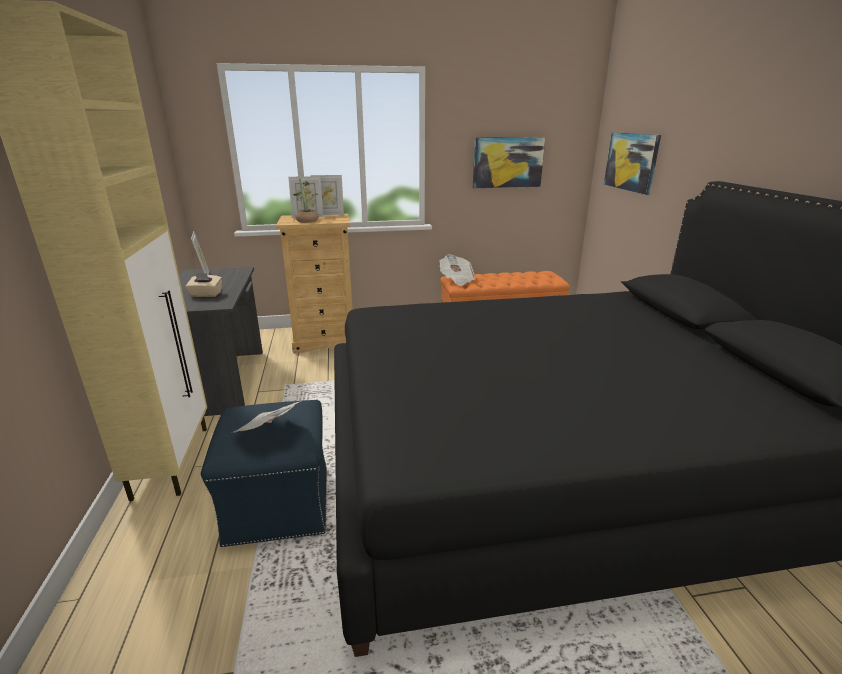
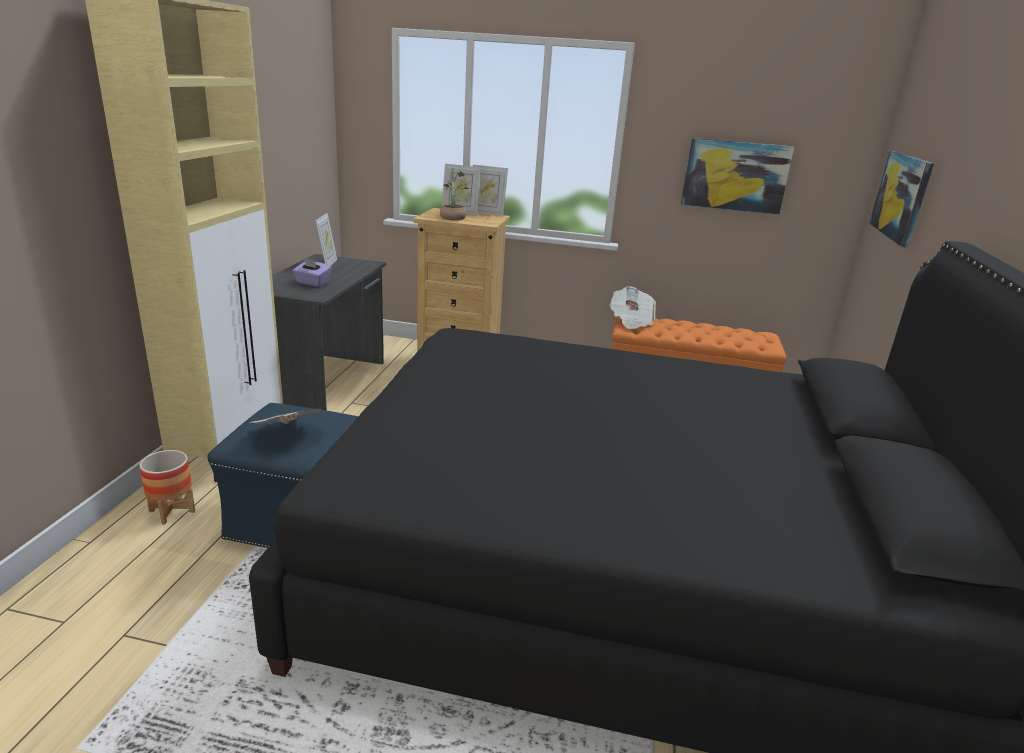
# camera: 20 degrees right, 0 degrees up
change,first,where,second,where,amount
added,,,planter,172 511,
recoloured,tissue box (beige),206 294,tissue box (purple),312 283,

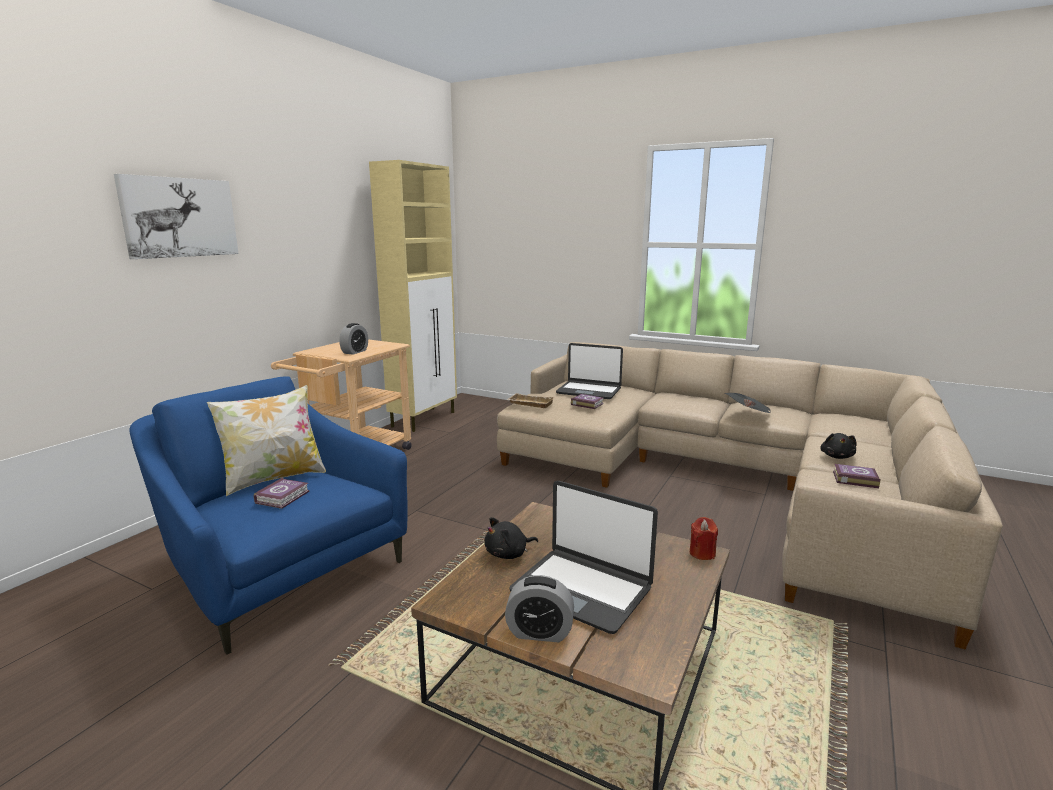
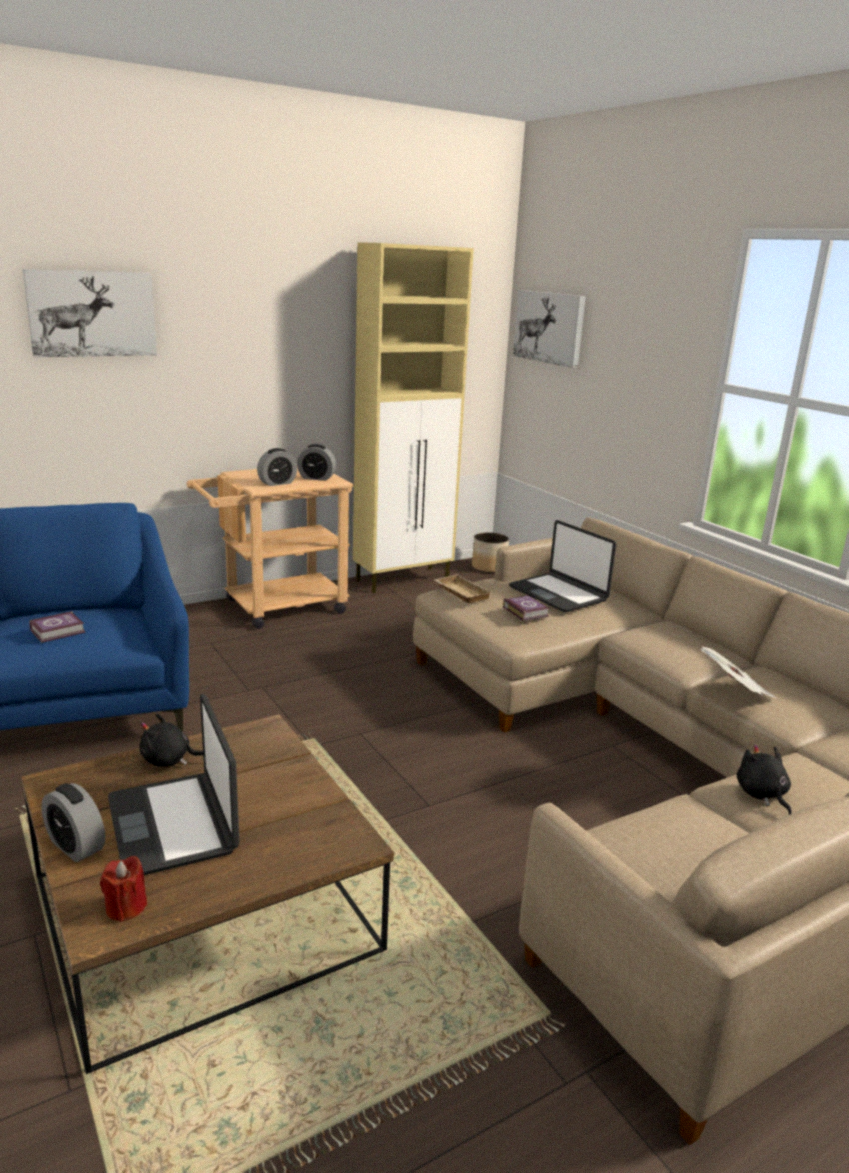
# camera: 30 degrees right, 5 degrees up
change,first,where,second,where,amount
moved,candle (red),702 553,,126 907,
added,,,alarm clock,316 478,
added,,,planter,489 567,
added,,,picture,549 327,
turned,plush toy (black),837 456,,762 795,120 degrees clockwise
removed,pillow,274 478,,,
removed,book,853 479,,,

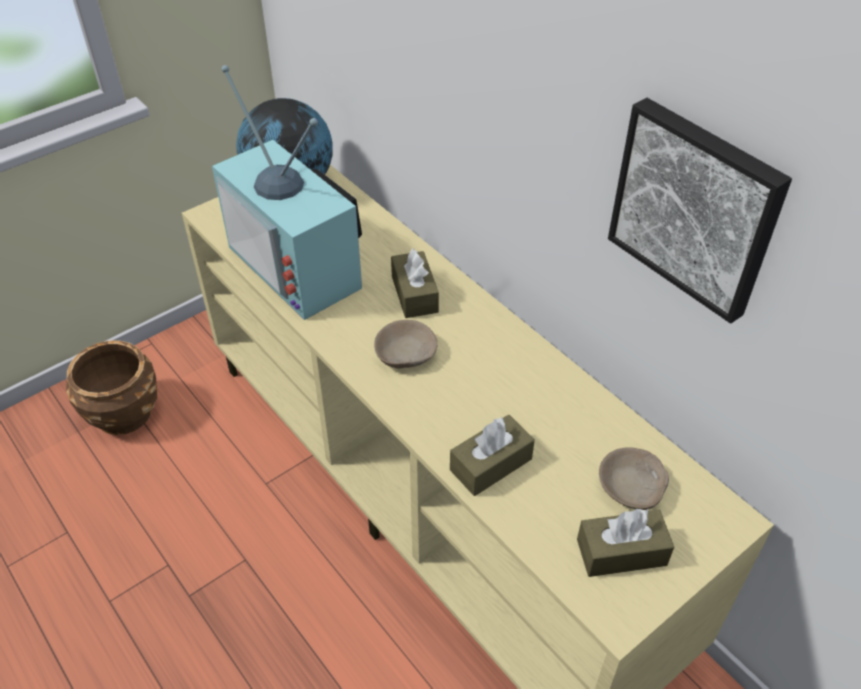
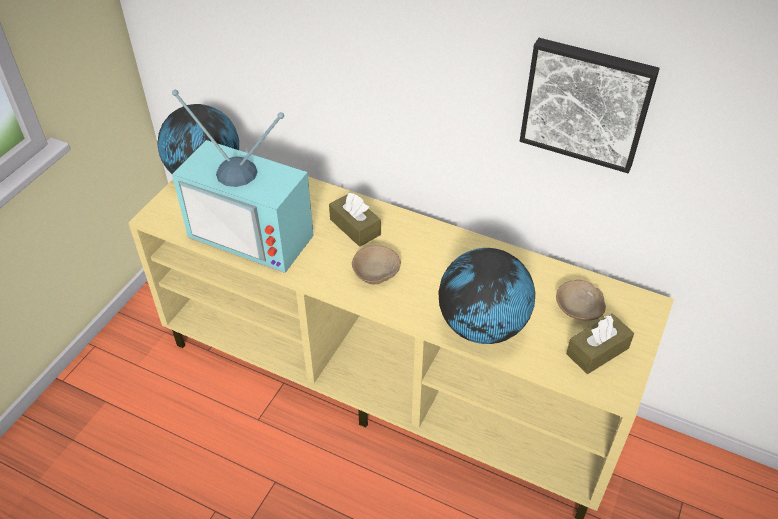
# camera: 25 degrees left, 0 degrees up
change,first,where,second,where,amount
replaced,tissue box (brown),491 464,globe,482 326,
removed,planter (brown),124 413,,,

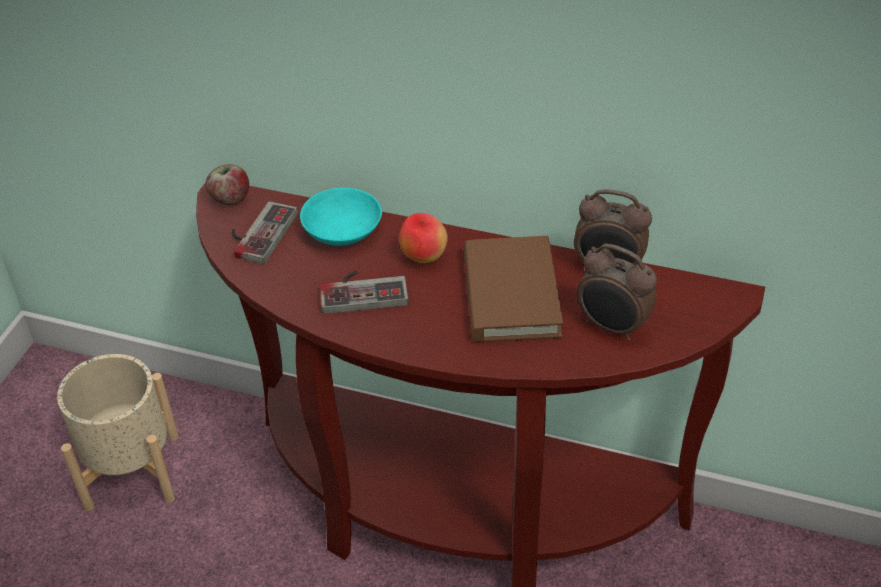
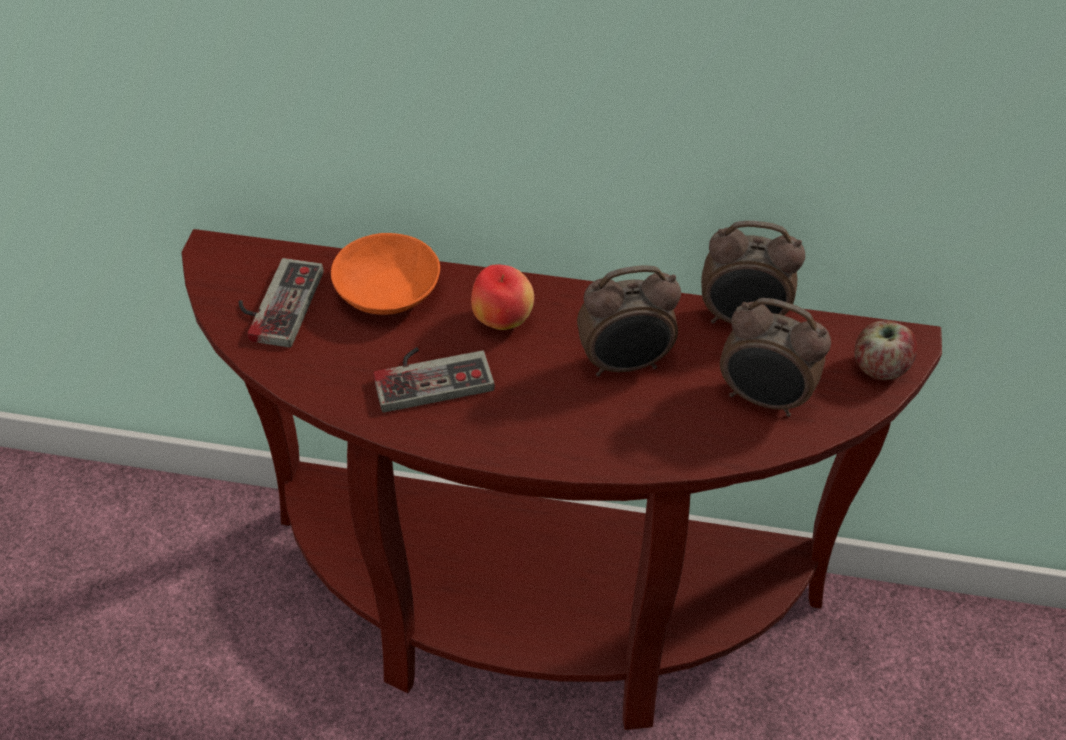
# camera: 10 degrees left, 5 degrees up
change,first,where,second,where,amount
recoloured,bowl (turquoise),343 231,bowl (orange),388 293,
replaced,book (brown),511 295,alarm clock,625 364,
moved,apple,230 198,,879 368,
removed,planter (beige),131 471,,,

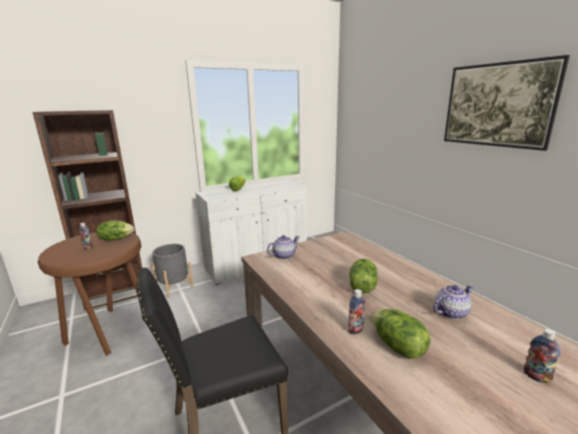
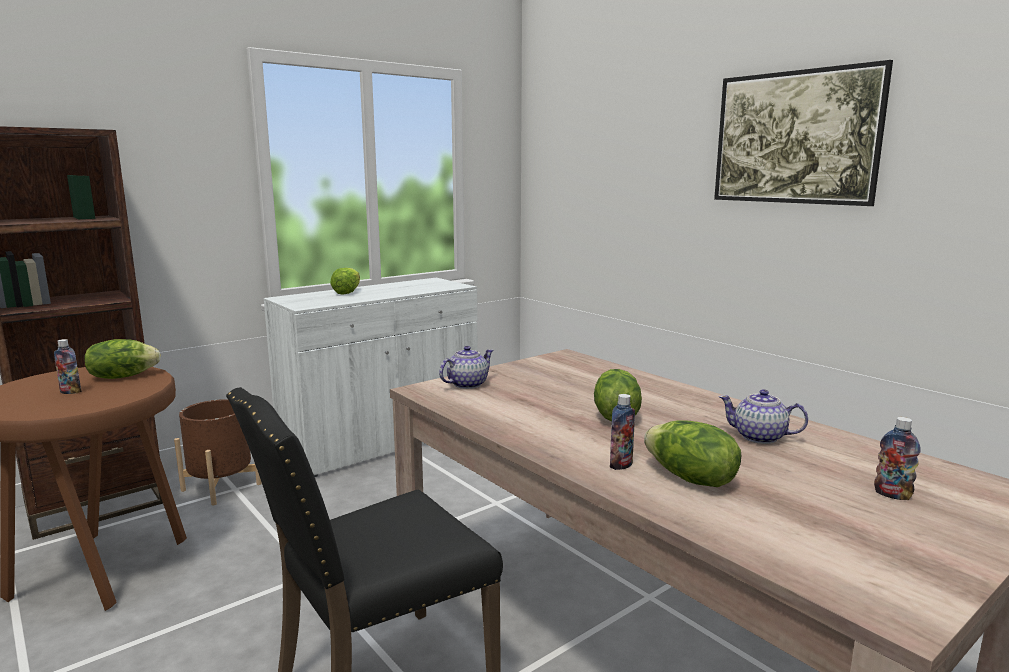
# camera: 10 degrees left, 5 degrees down
change,first,where,second,where,amount
recoloured,planter (grey),174 287,planter (brown),221 487,
turned,teapot,450 312,,760 437,120 degrees counterclockwise

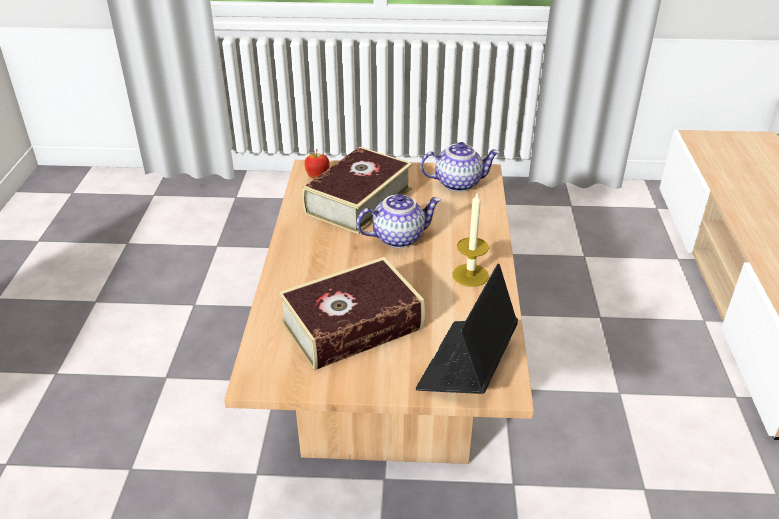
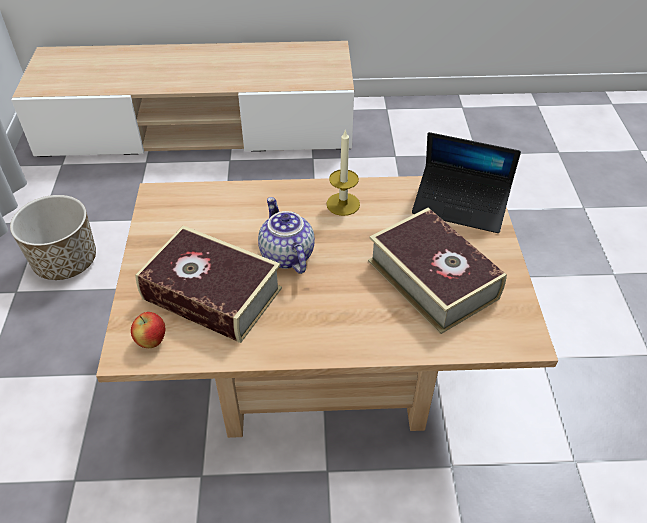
# camera: 95 degrees left, 10 degrees up
change,first,where,second,where,amount
added,,,planter,66 261,
removed,teapot,458 183,,,

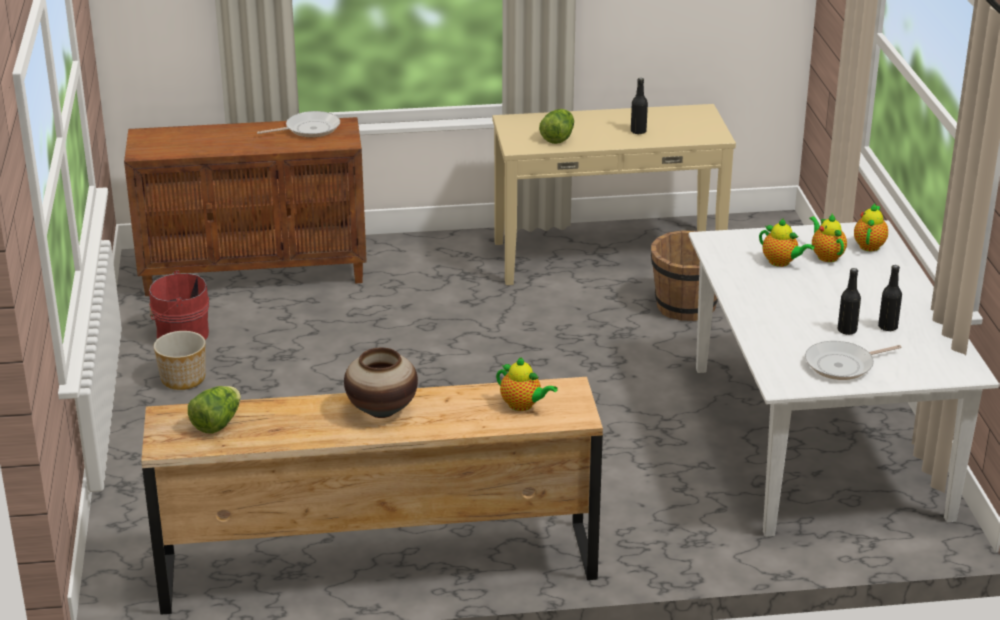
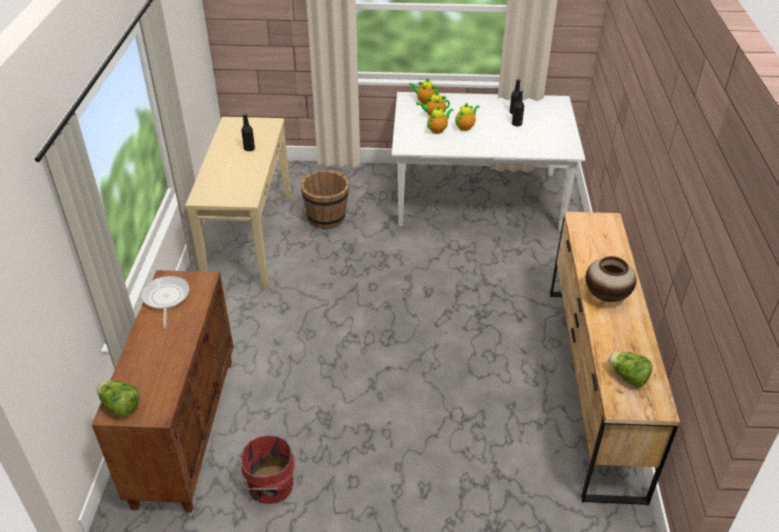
# camera: 80 degrees left, 10 degrees up
change,first,where,second,where,amount
moved,lettuce,558 138,,120 407,
moved,teapot,523 405,,465 127,
removed,planter,183 379,,,
removed,frying pan,843 365,,,

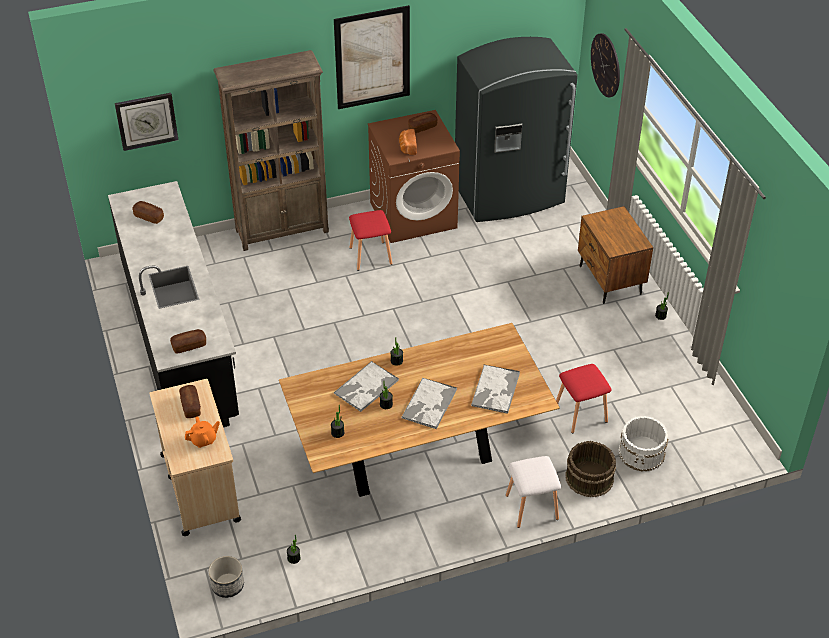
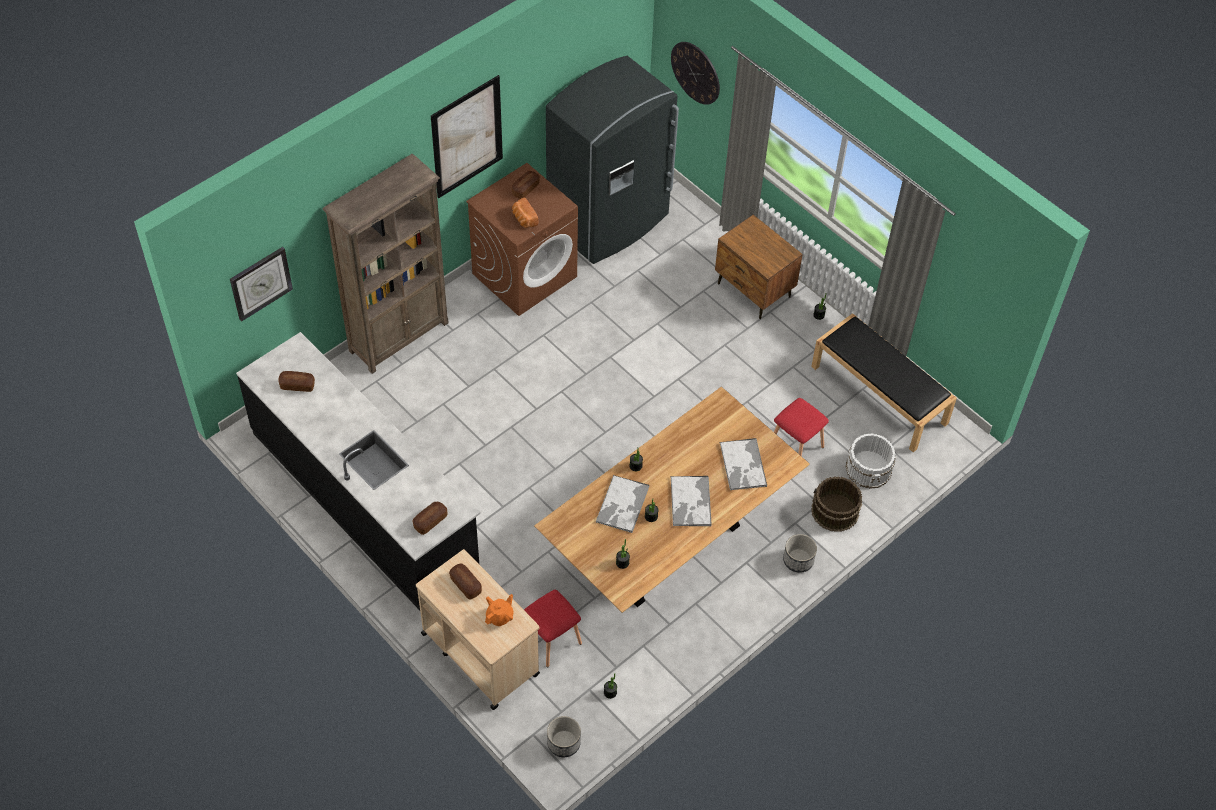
# camera: 25 degrees left, 10 degrees up
change,first,where,second,where,amount
moved,stool (red),370 255,,550 639,
replaced,stool (white),531 507,planter,798 560,
added,,,bench (black),880 395,

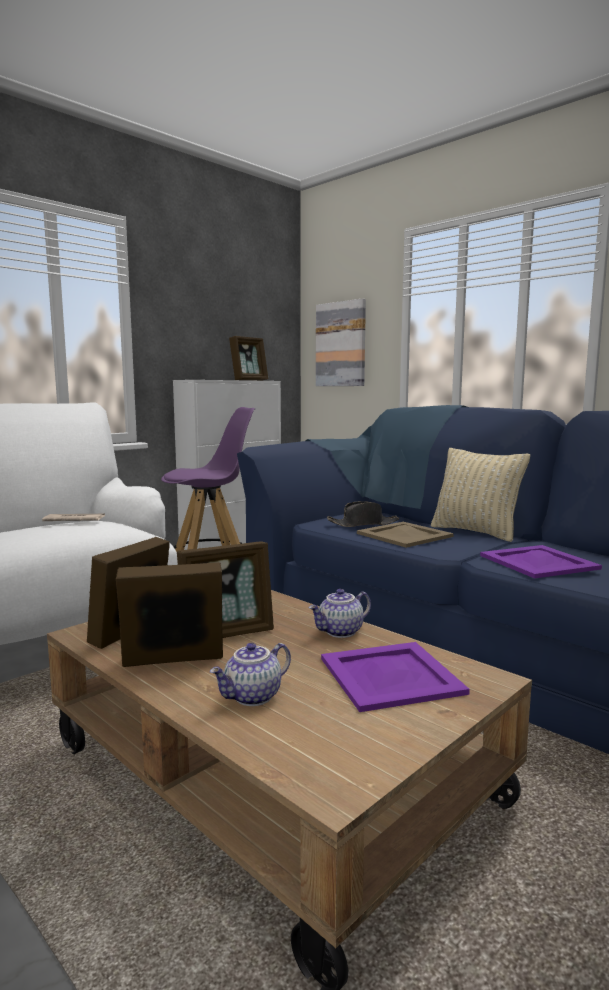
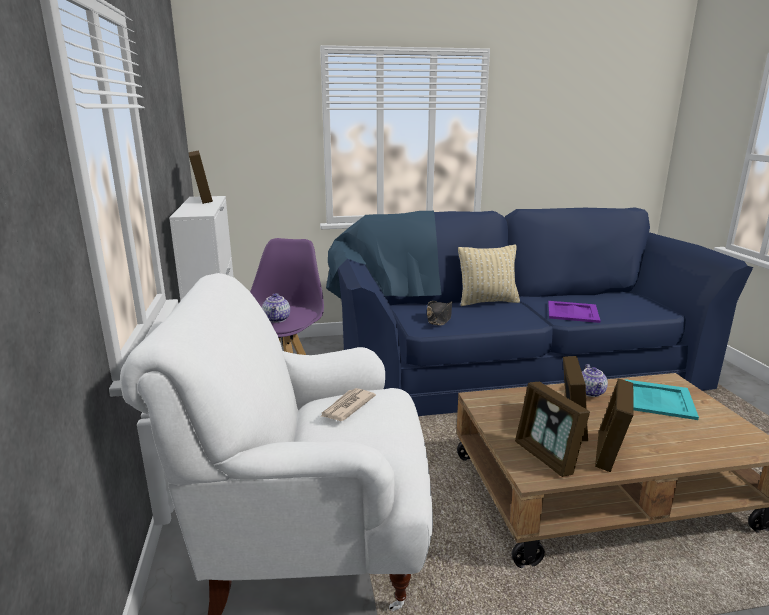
# camera: 55 degrees left, 10 degrees up
change,first,where,second,where,amount
moved,teapot,253 697,,277 319,
recoloured,tray (purple),390 676,tray (turquoise),659 400,
removed,picture,341 344,,,
removed,tray (beige),405 535,,,

